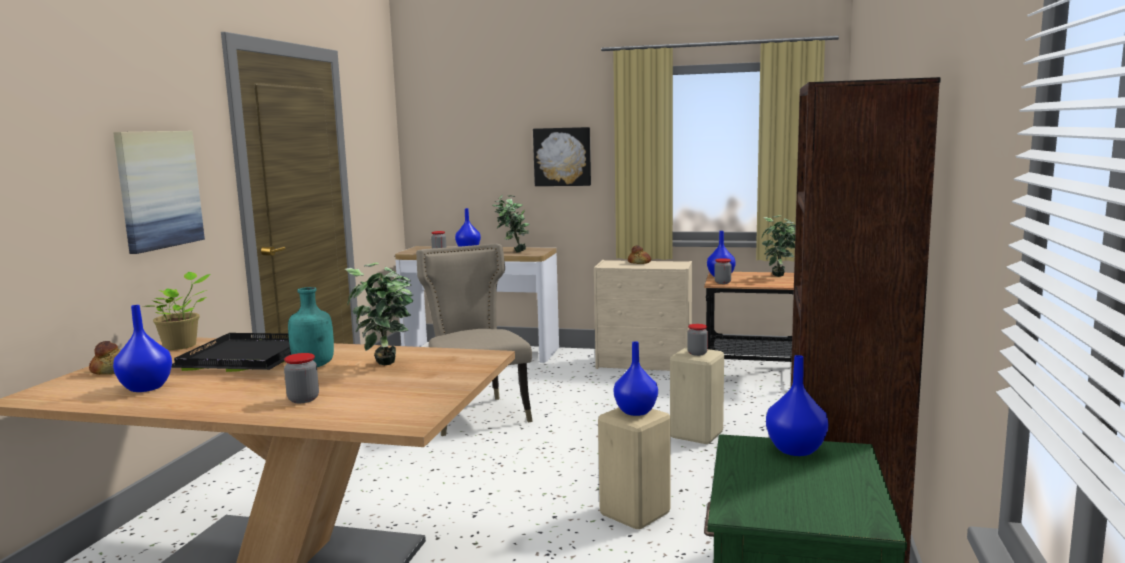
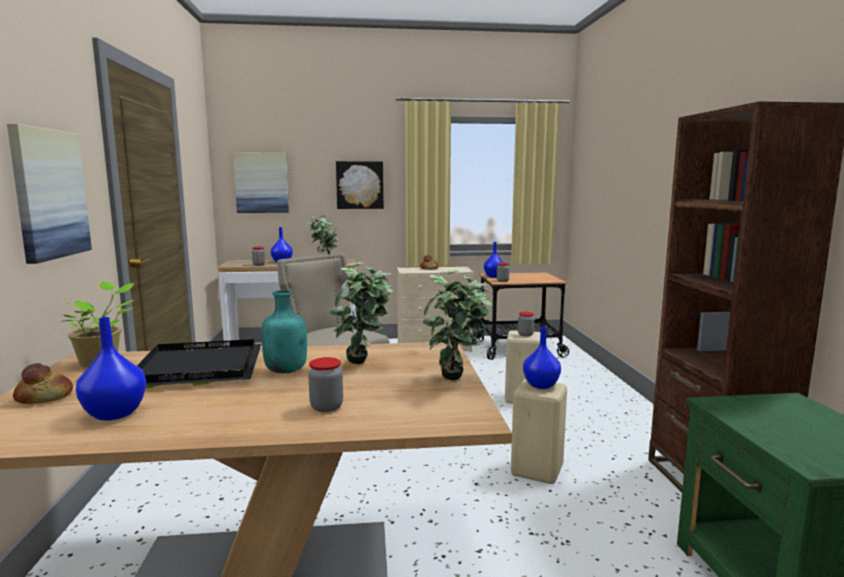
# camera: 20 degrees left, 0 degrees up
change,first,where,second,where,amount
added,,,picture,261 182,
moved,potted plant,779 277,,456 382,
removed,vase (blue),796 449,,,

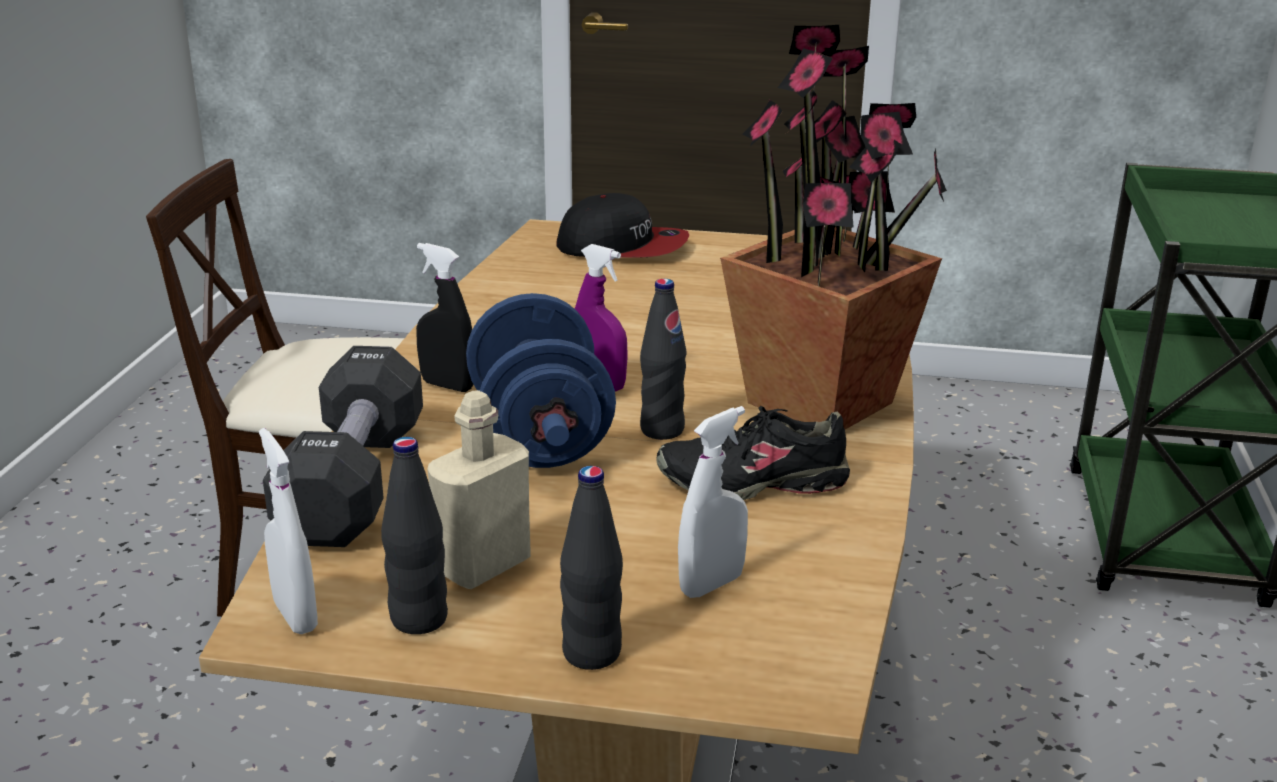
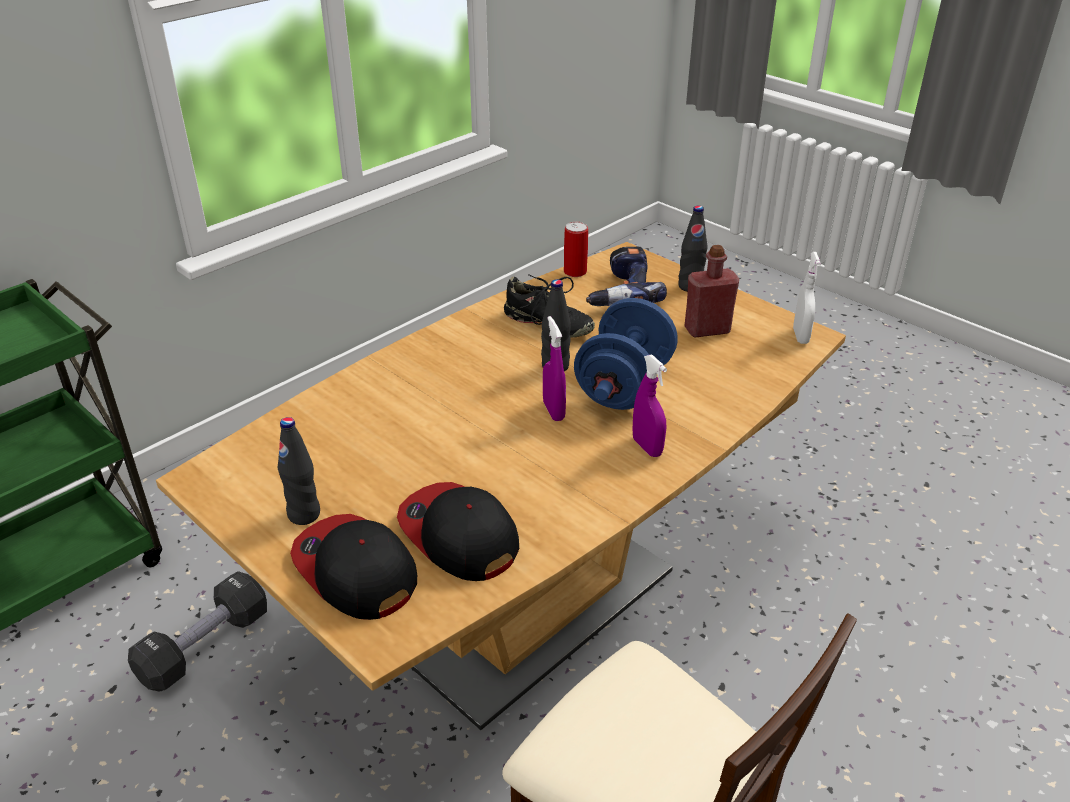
# camera: 145 degrees left, 10 degrees up
change,first,where,second,where,amount
moved,dumbbell (black),353 483,,205 646,
moved,bottle (black),419 619,,304 514,
added,,,cap,458 535,
added,,,can,575 272,
replaced,spray bottle (white),711 584,power drill,620 292,
recoloured,spray bottle (black),447 385,spray bottle (purple),647 447,
recoloured,bottle (beige),484 566,bottle (red),707 330,
removed,potted plant,822 403,,,

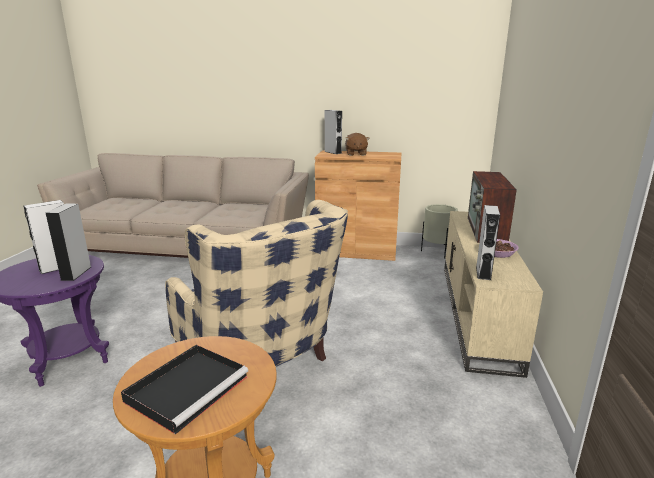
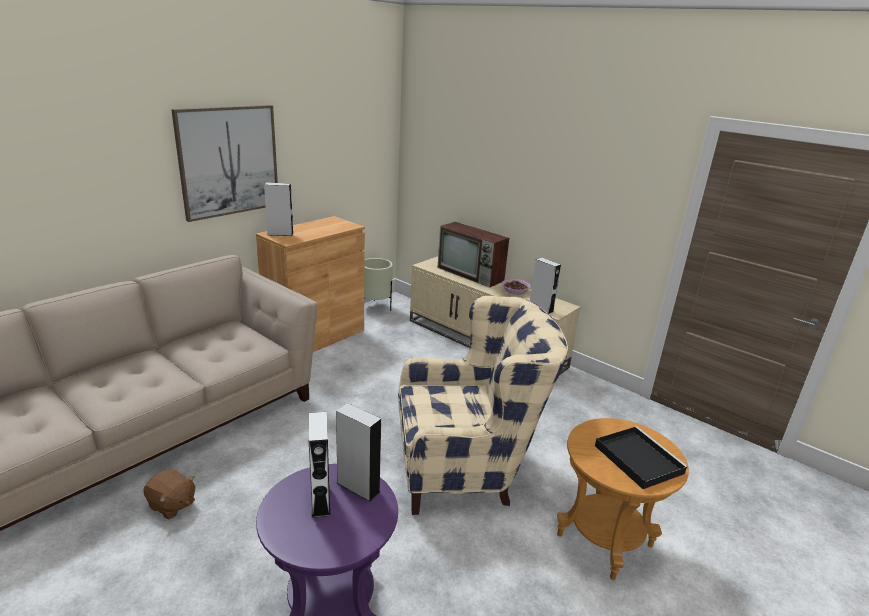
# camera: 60 degrees left, 5 degrees up
change,first,where,second,where,amount
moved,plush toy (brown),356 154,,172 505,
added,,,picture,229 161,

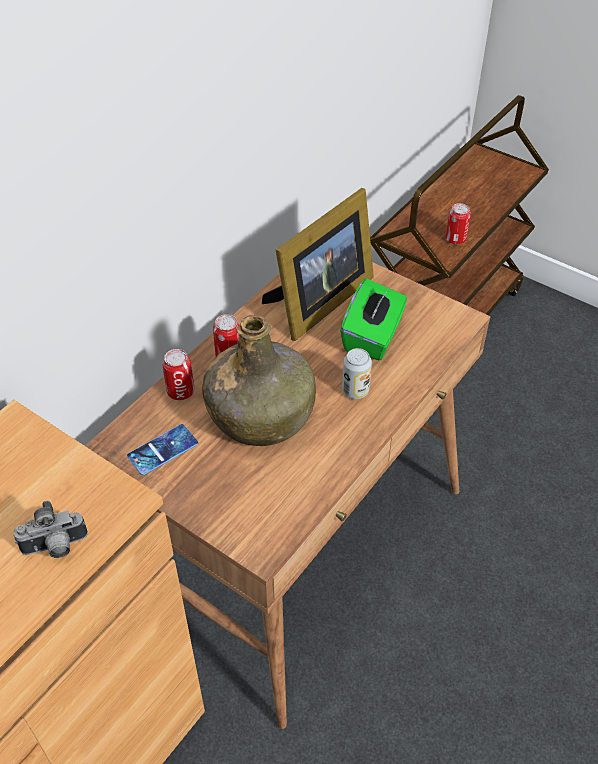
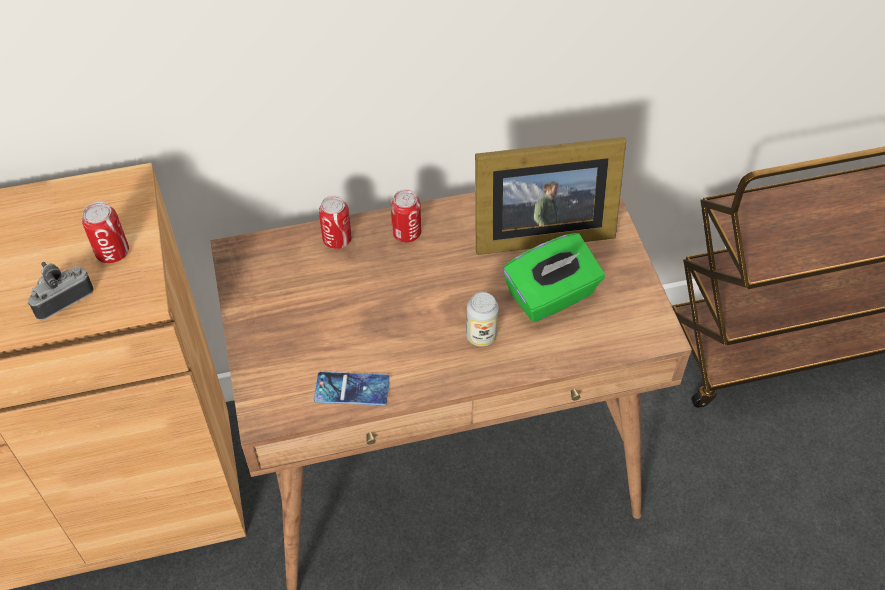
# camera: 40 degrees right, 5 degrees up
change,first,where,second,where,amount
turned,photo camera,55 548,,62 299,120 degrees clockwise
moved,can,455 239,,112 252,
moved,phone,163 450,,352 389,
removed,bottle (green),261 415,,,

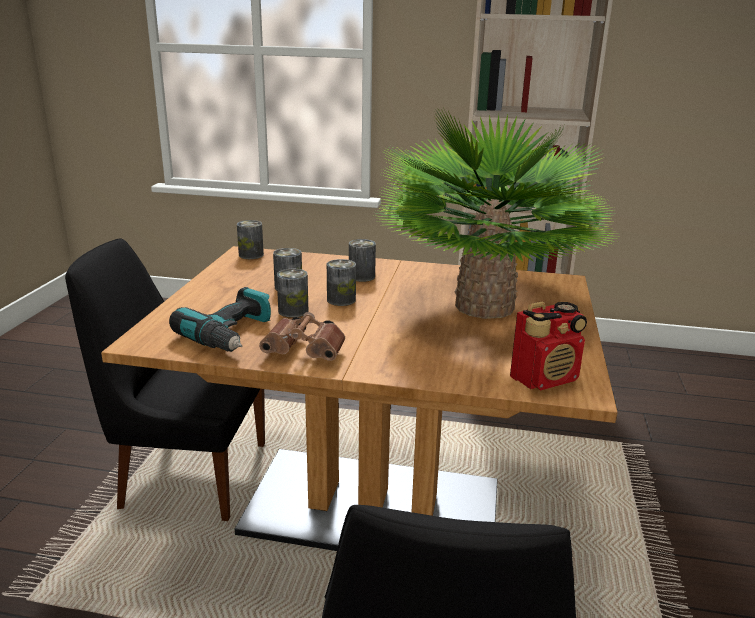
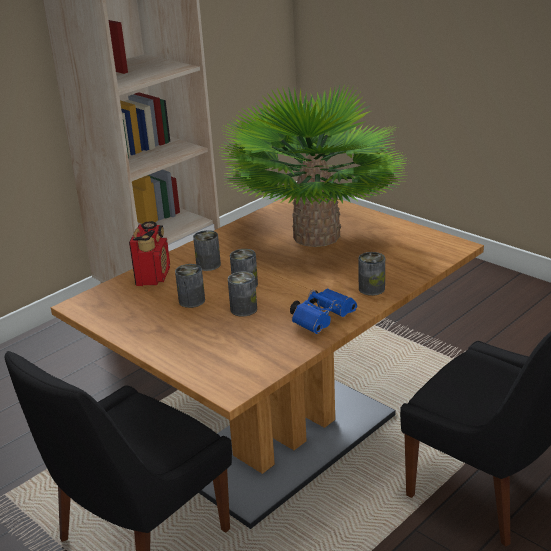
# camera: 55 degrees left, 5 degrees up
change,first,where,second,where,amount
moved,radio,545 378,,153 276,
recoloured,binoculars (brown),307 353,binoculars (blue),323 320,
moved,can,251 255,,371 289,
removed,power drill,232 335,,,

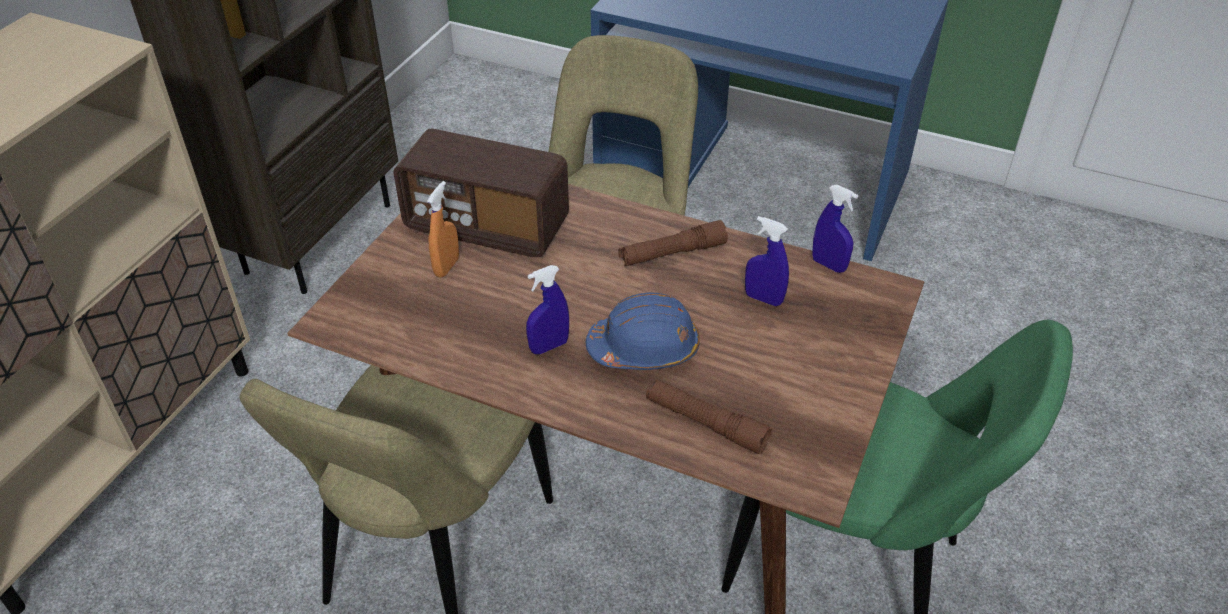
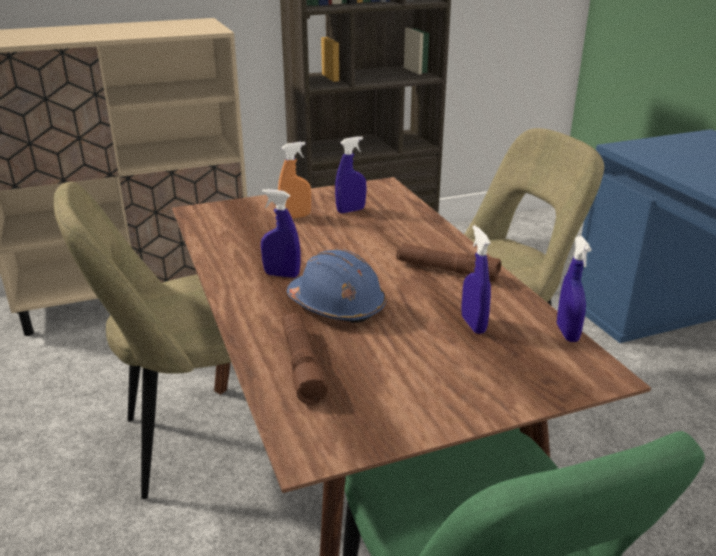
# camera: 45 degrees right, 15 degrees down
change,first,where,second,where,amount
replaced,radio,487 226,spray bottle (blue),351 210,

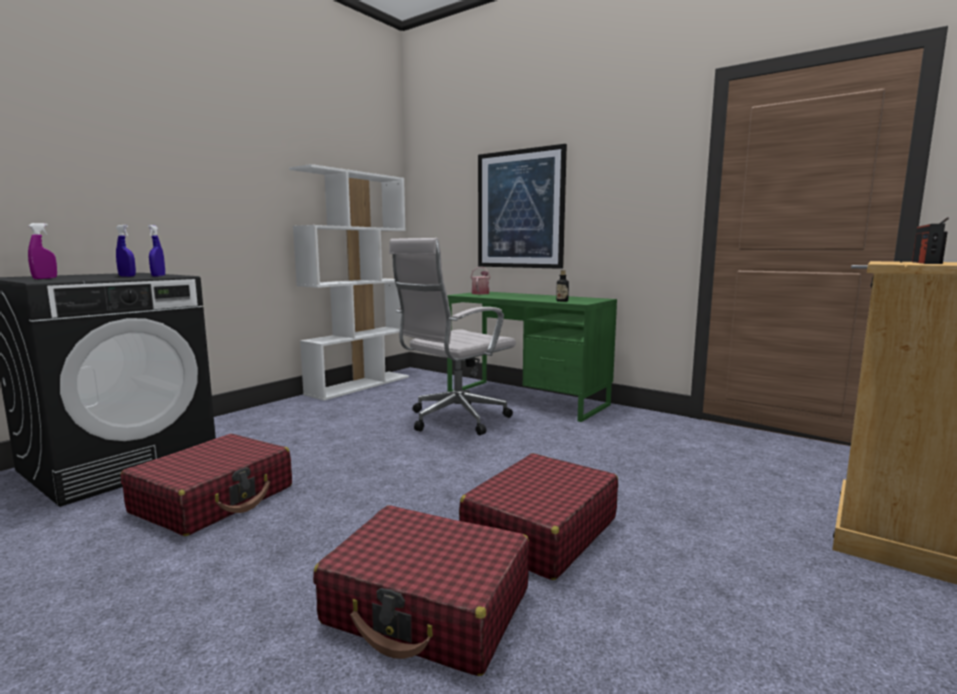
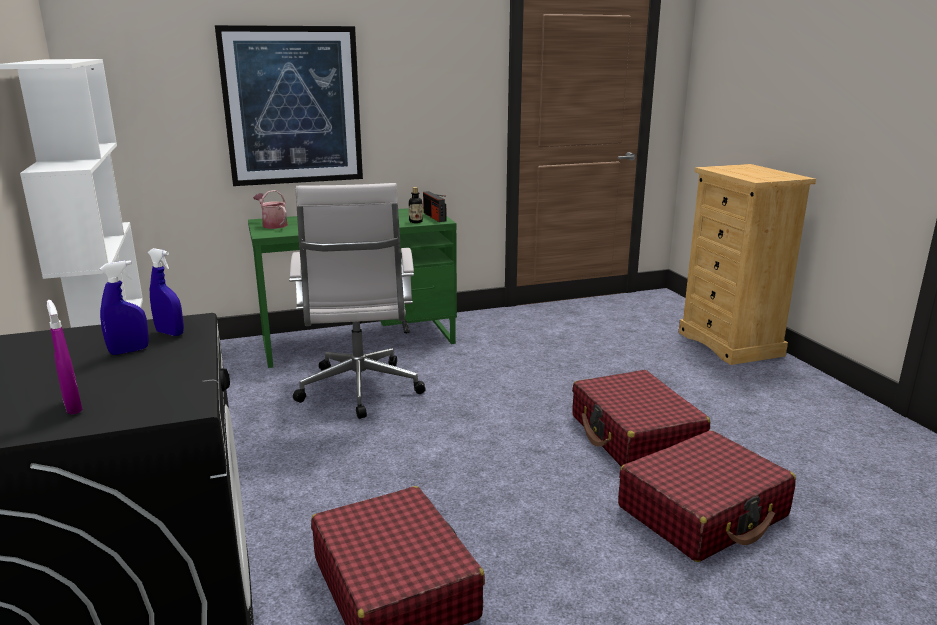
# camera: 55 degrees left, 10 degrees up
change,first,where,second,where,amount
moved,radio,926 263,,434 217,

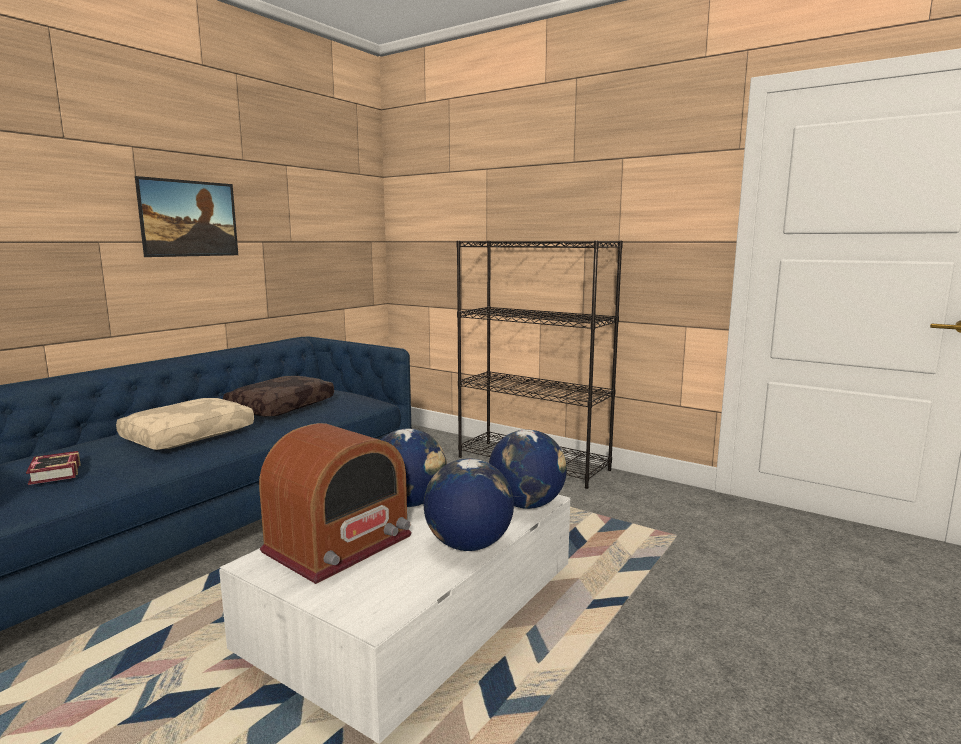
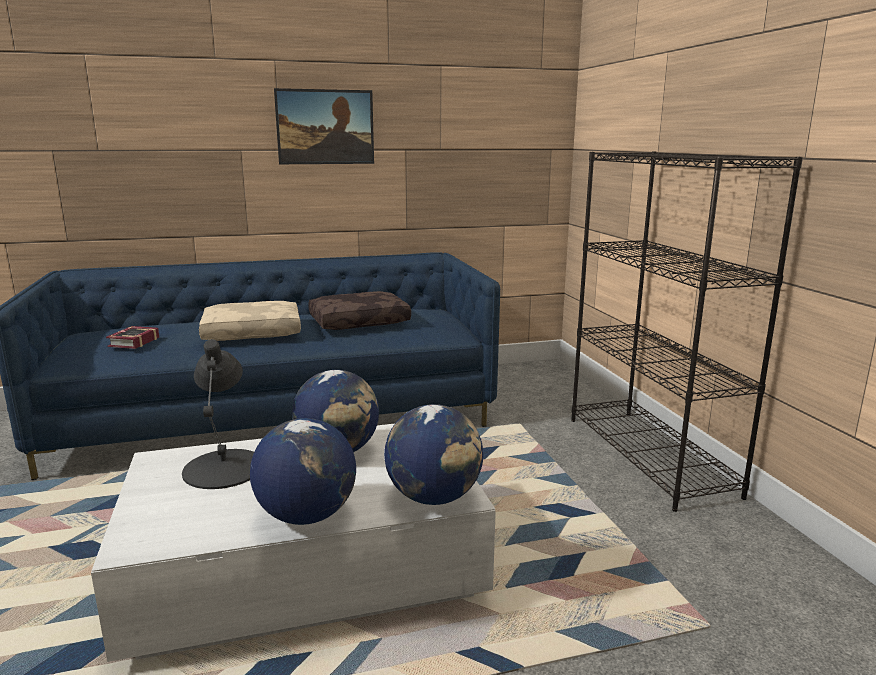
# camera: 40 degrees right, 5 degrees up
change,first,where,second,where,amount
replaced,radio,339 544,table lamp (black),224 468,

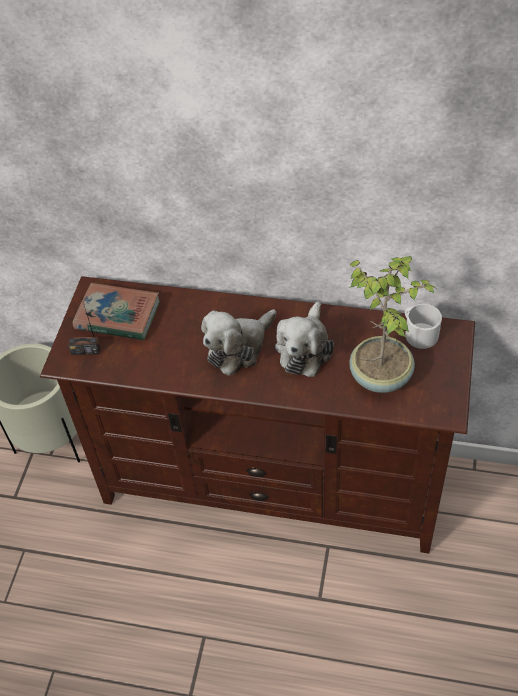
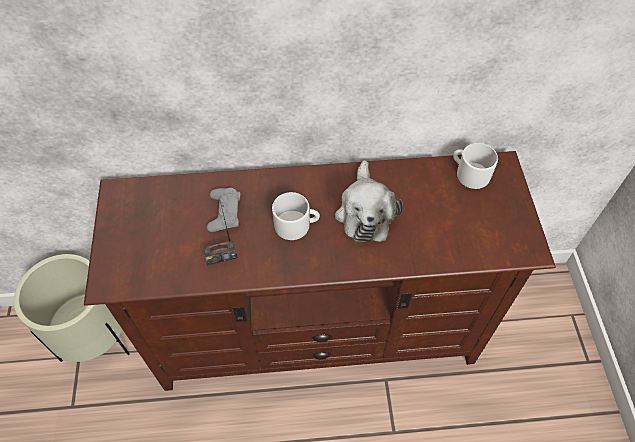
# camera: 20 degrees left, 5 degrees up
change,first,where,second,where,amount
moved,radio,86 350,,221 257,
added,,,game controller (grey),224 212,
replaced,plush toy,238 347,mug (white),296 225,
removed,book,117 315,,,
removed,potted plant,381 375,,,

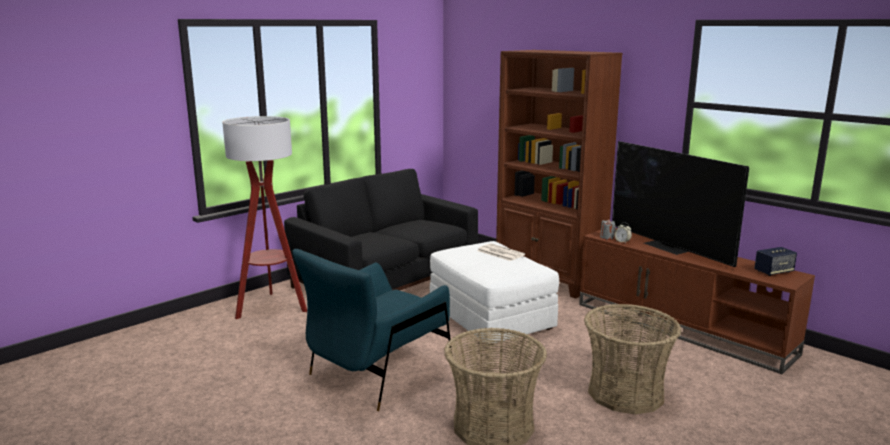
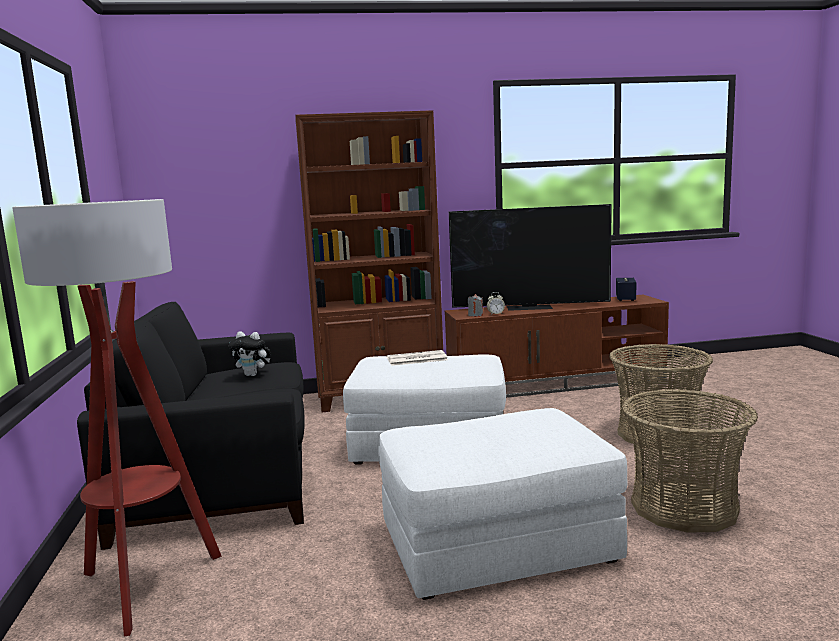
# camera: 55 degrees left, 5 degrees down
change,first,where,second,where,amount
added,,,plush toy,253 375,
replaced,armchair (blue),378 373,ottoman (white),496 544,

